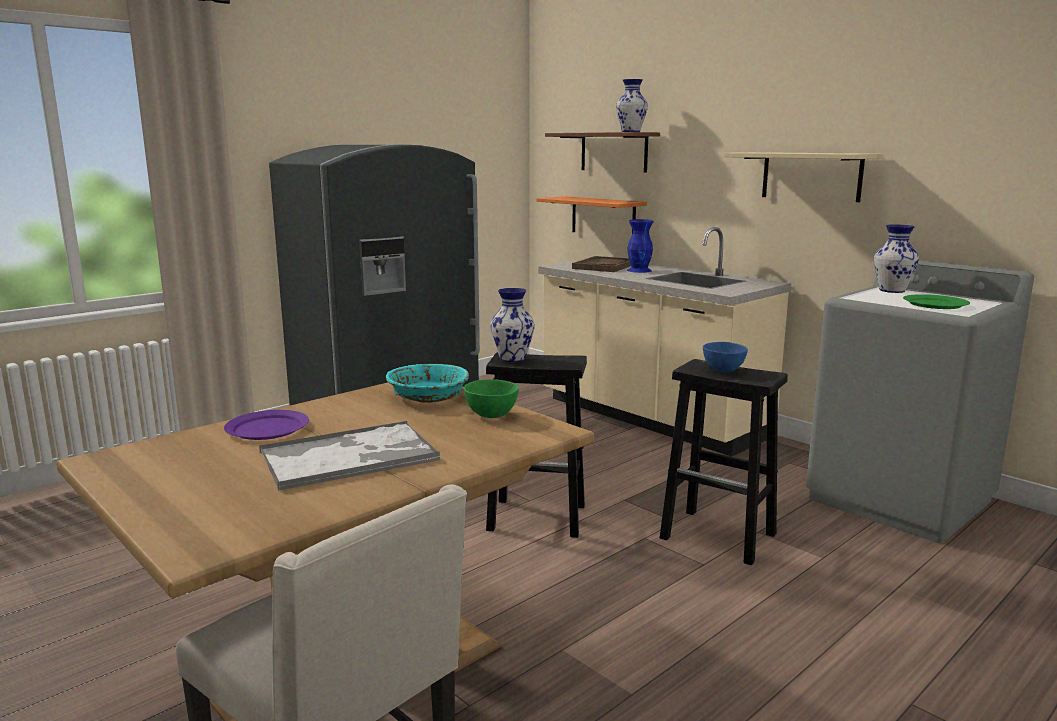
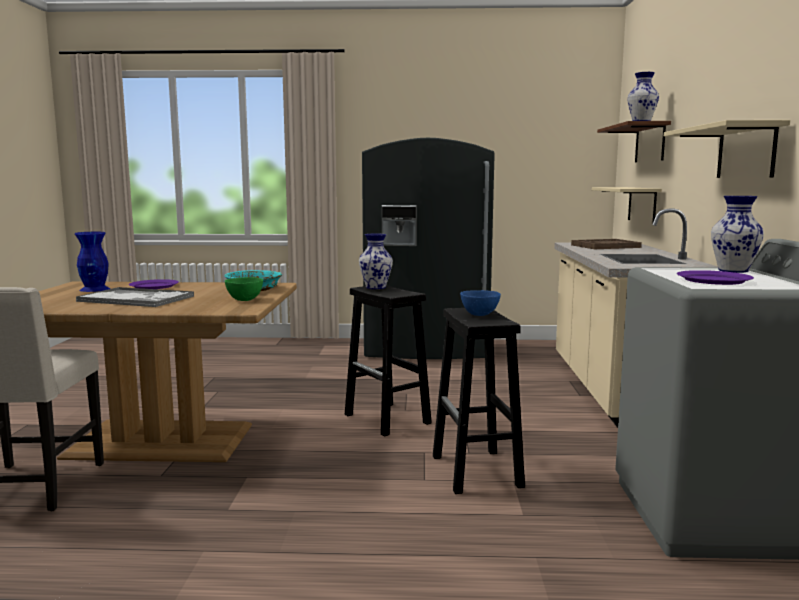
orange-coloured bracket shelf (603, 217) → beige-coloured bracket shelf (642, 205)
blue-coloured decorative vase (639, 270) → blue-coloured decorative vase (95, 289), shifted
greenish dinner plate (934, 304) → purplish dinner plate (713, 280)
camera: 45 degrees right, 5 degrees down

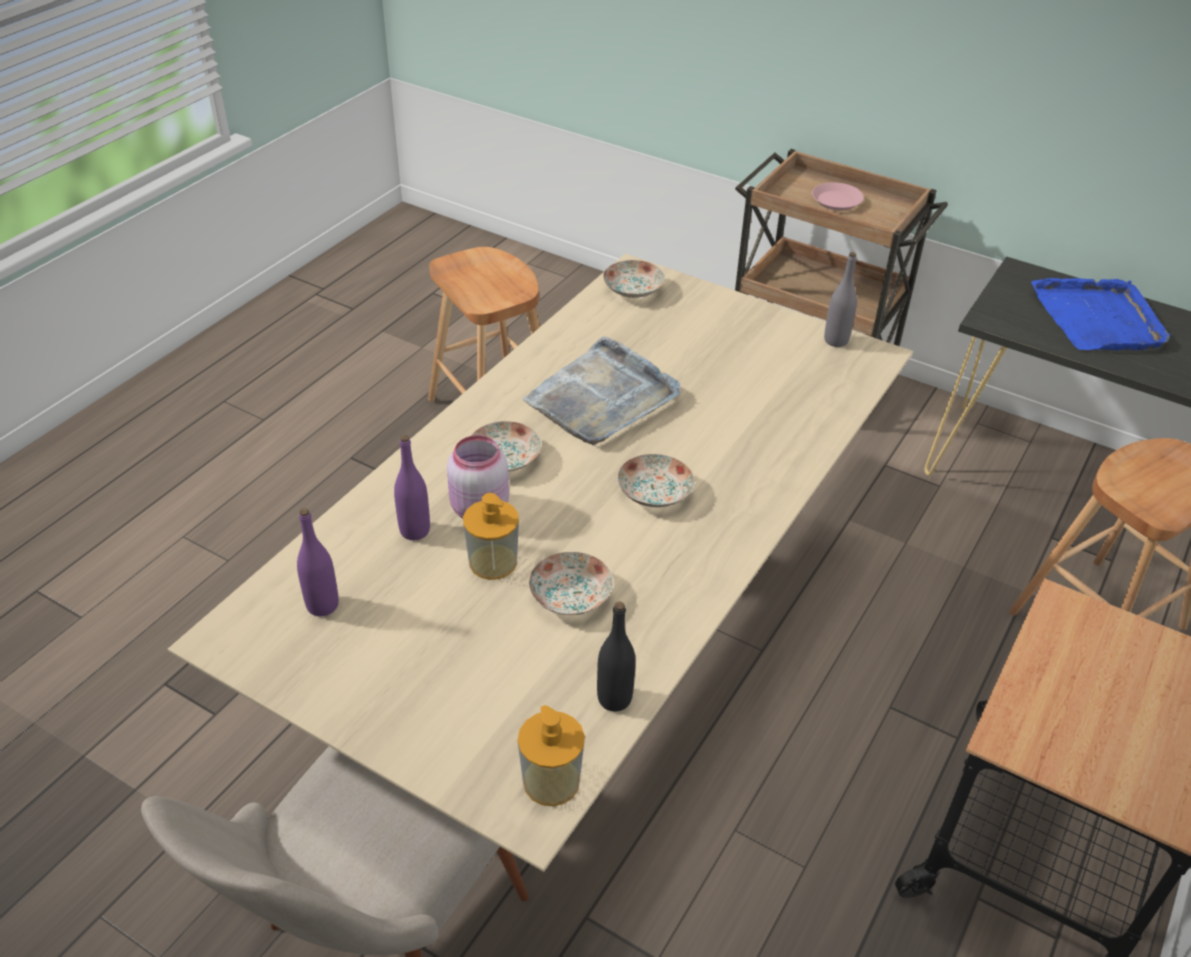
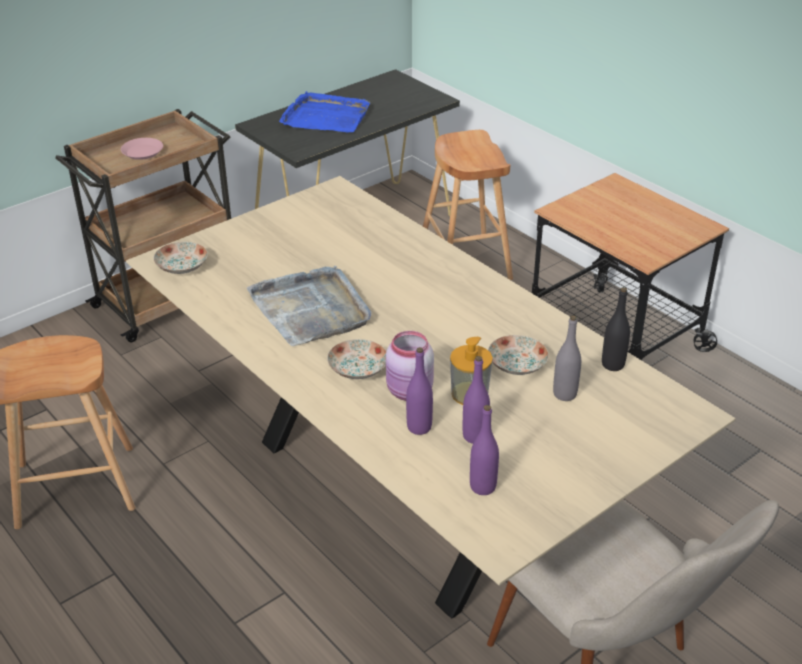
grey drink bottle (836, 340) → grey drink bottle (564, 394), shifted
dinner plate (653, 493) → -
soap dispenser (551, 781) → -
- → purplish drink bottle (475, 436)
camera: 70 degrees left, 5 degrees down

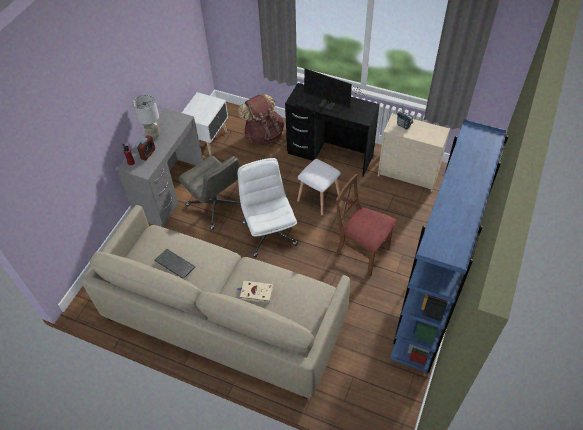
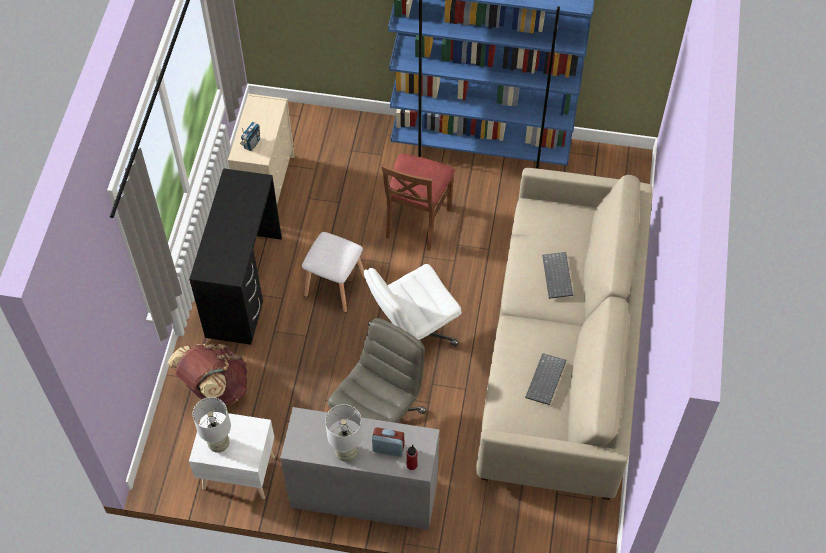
computer screen (329, 105) → -
beige-coloured bound book (255, 292) → computer keyboard (558, 276)
- → grey tabletop lamp (219, 444)
camera: 105 degrees left, 5 degrees up

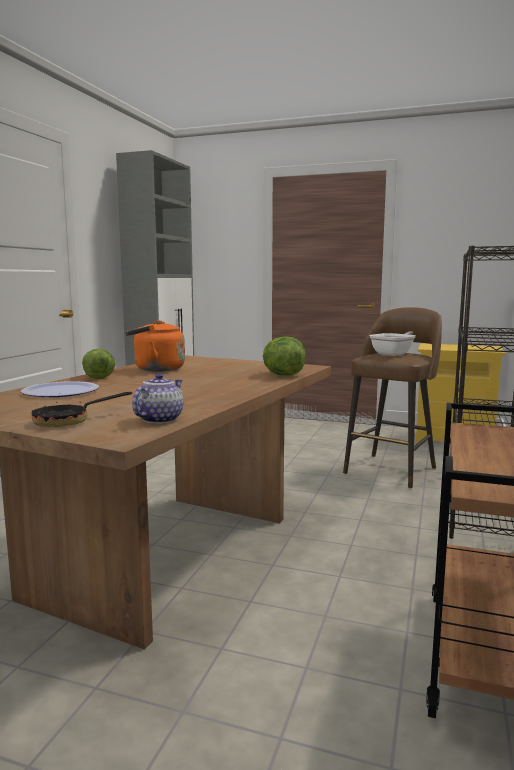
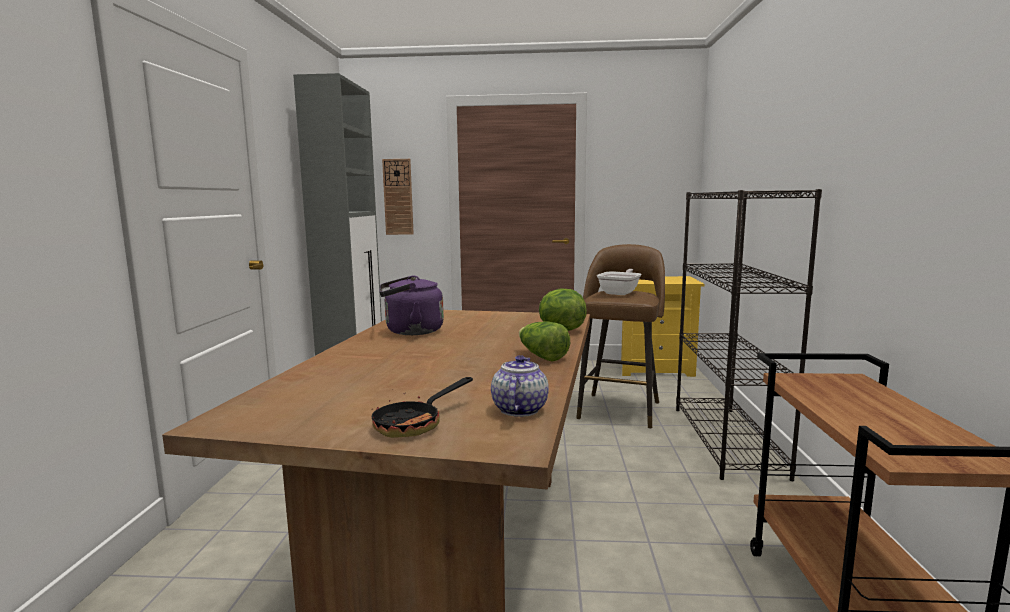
orange-coloured kettle (156, 369) → purplish kettle (410, 331)
lettuce (98, 376) → lettuce (541, 356), shifted
dinner plate (60, 392) → -
- → clock on the wall (398, 197)
camera: 15 degrees left, 0 degrees up

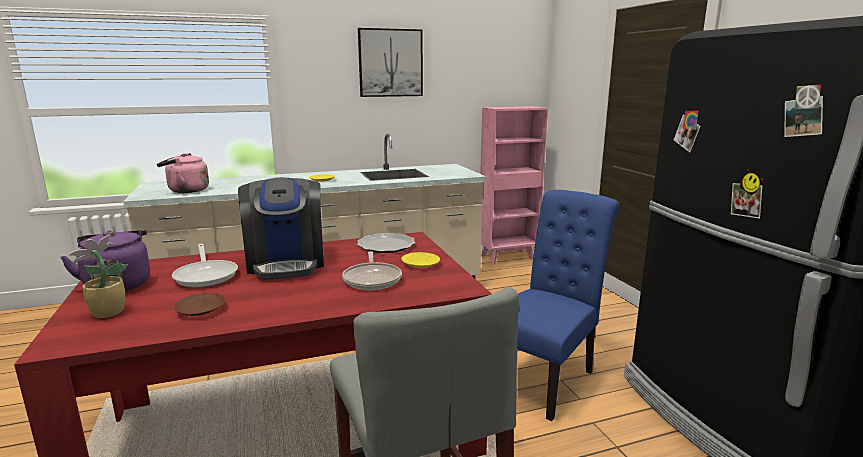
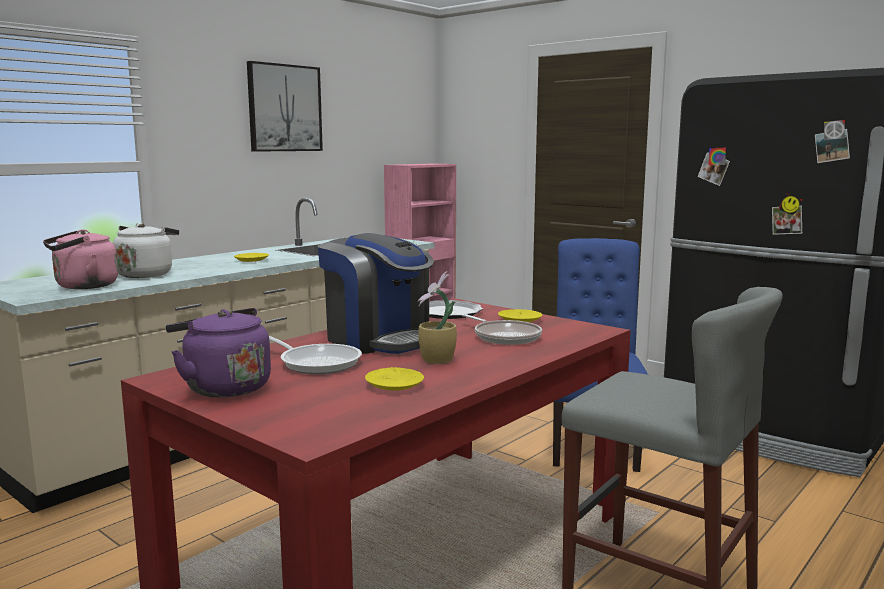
potted plant (106, 313) → potted plant (436, 360), shifted
brownish dinner plate (201, 309) → yellowish dinner plate (394, 385)
- → white-coloured kettle (146, 274)
camera: 30 degrees left, 5 degrees down

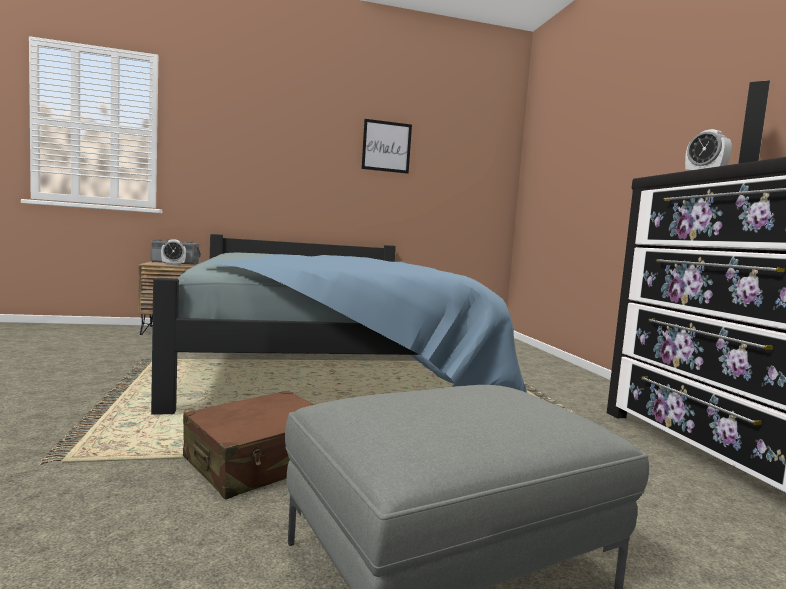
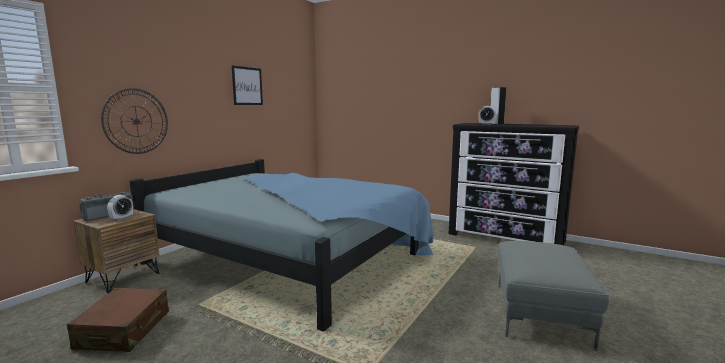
brownish suitcase (260, 462) → brownish suitcase (124, 330), shifted
- → clock on the wall (136, 121)
camera: 45 degrees left, 5 degrees up

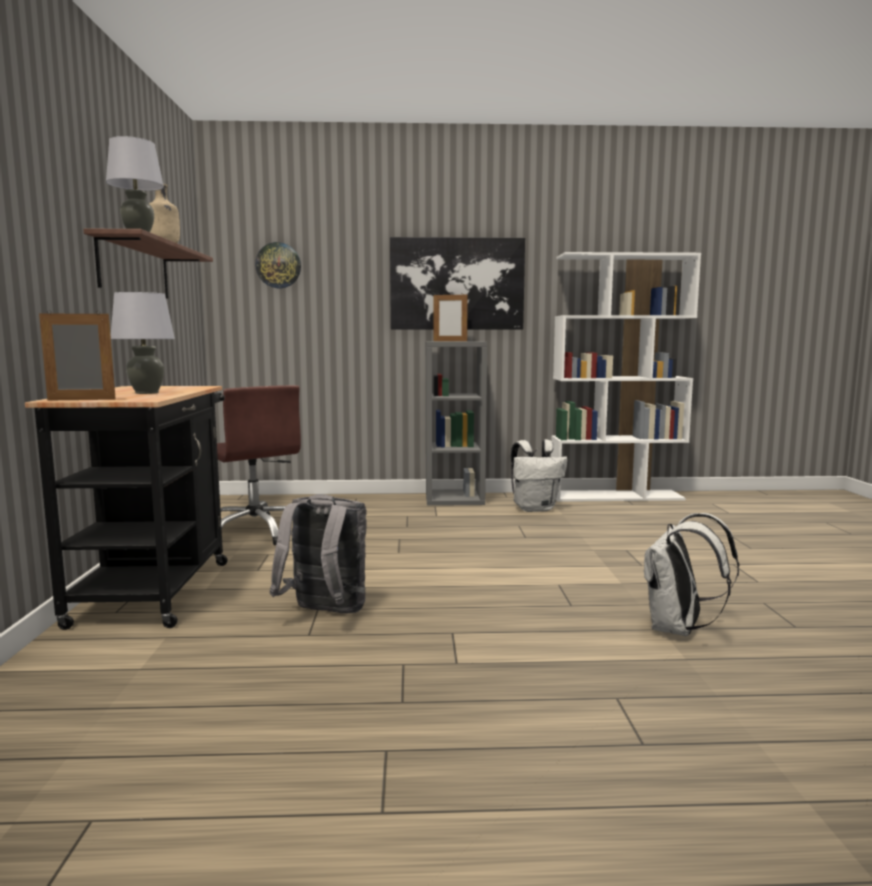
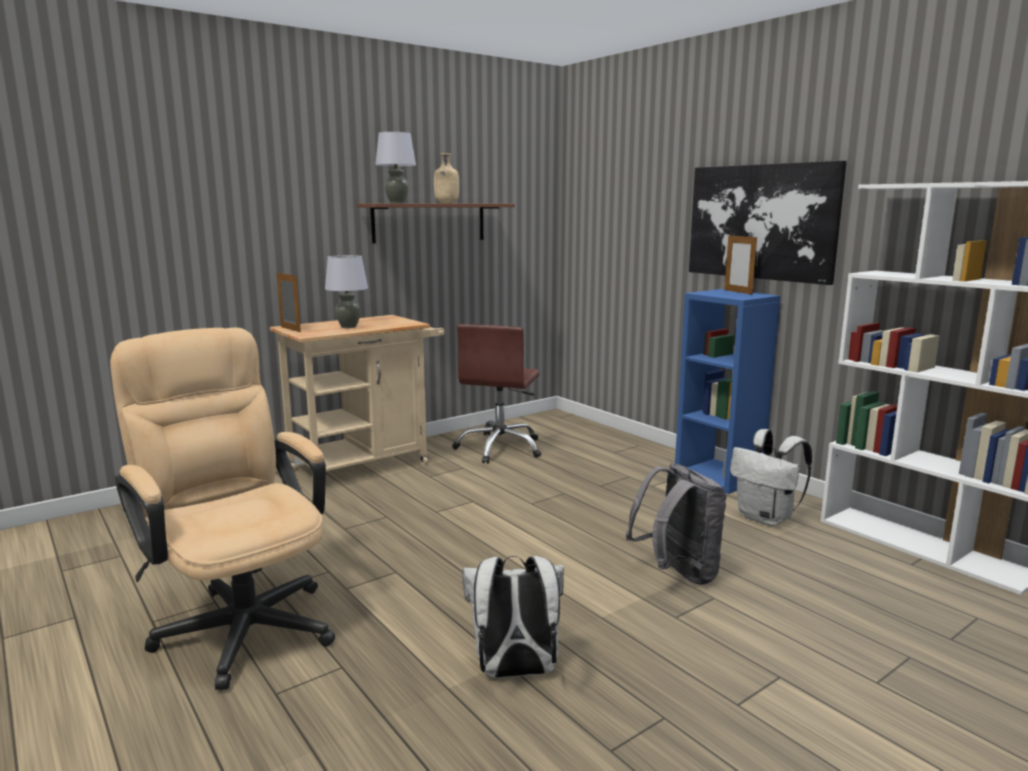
clock on the wall (278, 265) → -
grey shelving unit (455, 499) → blue-coloured shelving unit (719, 477)
black-coloured wheeled cart (156, 588) → beige-coloured wheeled cart (367, 465)
grey rucksack (325, 613) → grey rucksack (677, 574), shifted
- → beige-coloured office chair (240, 621)
camera: 55 degrees right, 5 degrees up

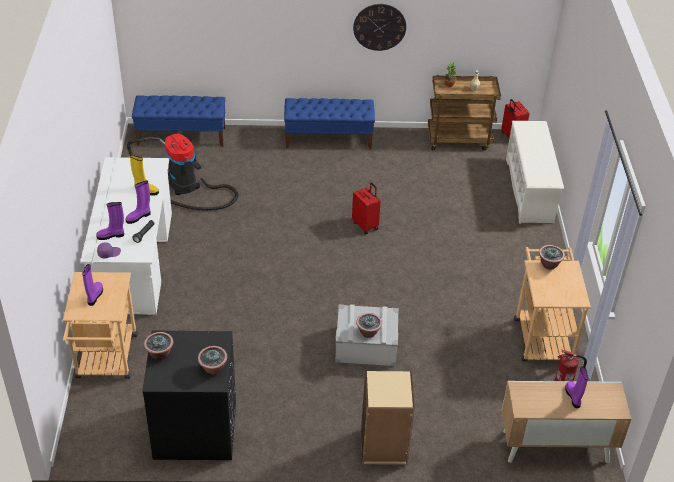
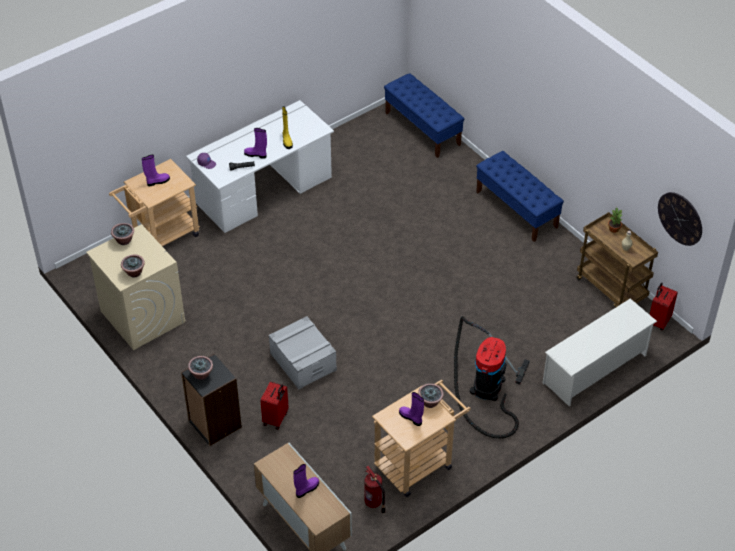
clock on the wall (379, 27) → clock on the wall (680, 218), shifted
vacuum cleaner (185, 186) → vacuum cleaner (487, 389), shifted
red-coloured suitcase (365, 225) → red-coloured suitcase (276, 419), shifted
purplish boot (111, 235) → purplish boot (411, 418), shifted
potted plant (368, 332) → potted plant (201, 374), shifted
black-coloured laundry machine (194, 429) → beige-coloured laundry machine (142, 316)
beige-coloured shelving unit (383, 447) → black-coloured shelving unit (214, 424)
camera: 55 degrees right, 5 degrees up

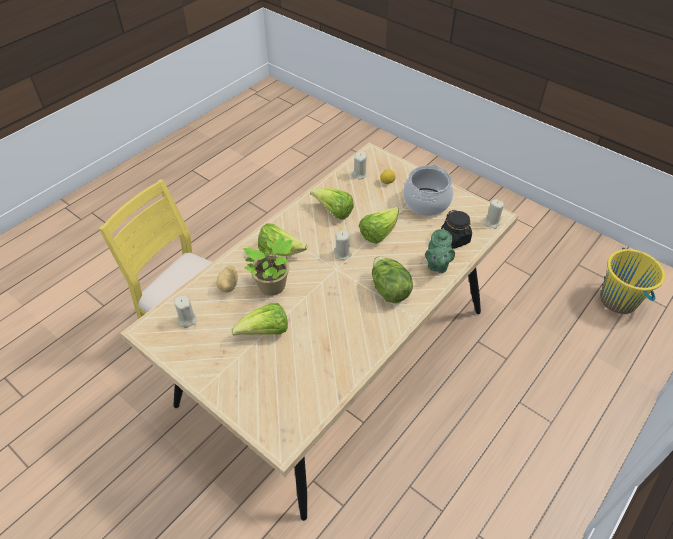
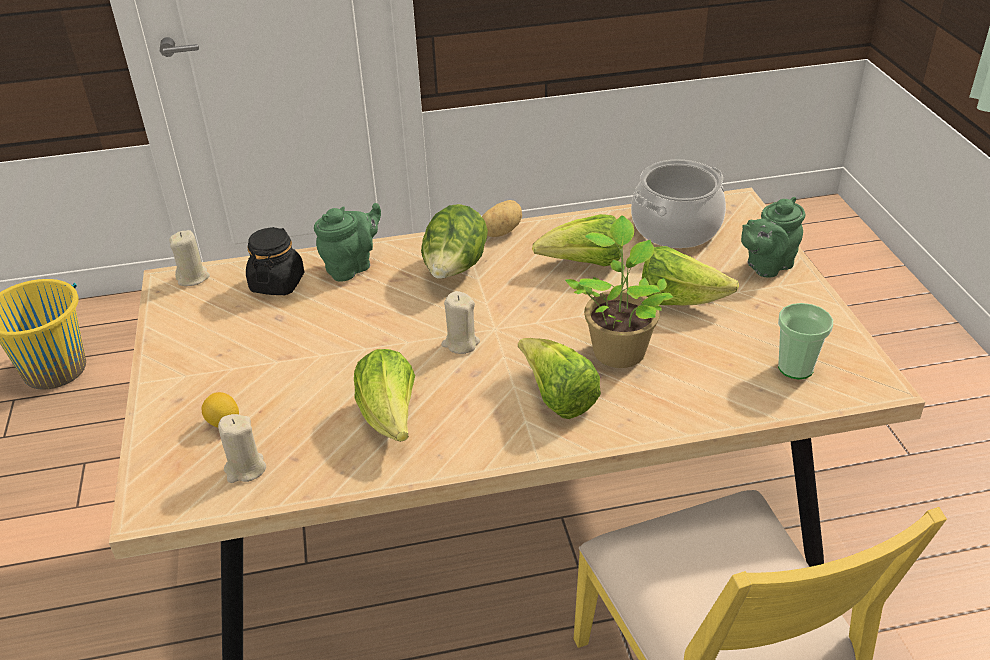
saucepot (427, 202) → saucepot (675, 227), shifted
lettuce (378, 233) → lettuce (584, 264), shifted
whole potato (229, 285) → whole potato (500, 232), shifted
beige-coloured candle (187, 320) → cup (795, 368)
- → greenish teapot (766, 266)
camera: 140 degrees left, 10 degrees down

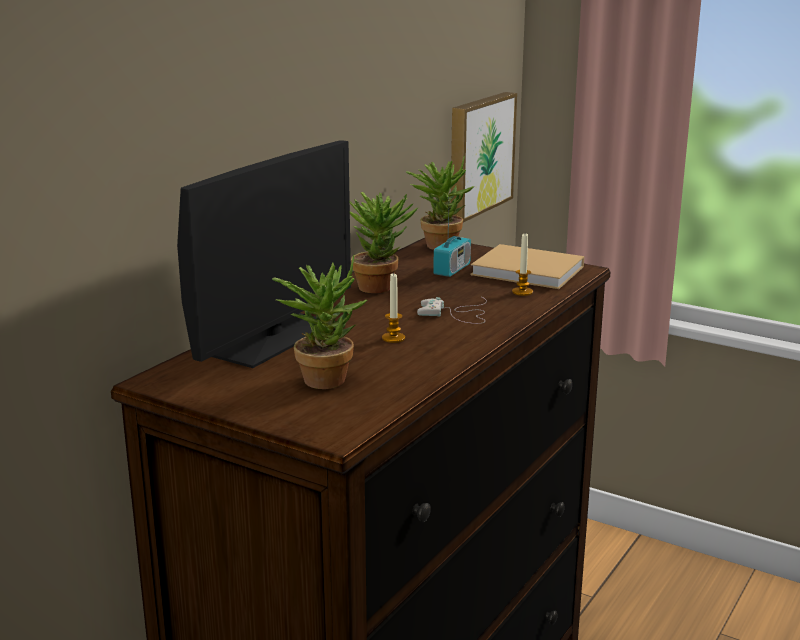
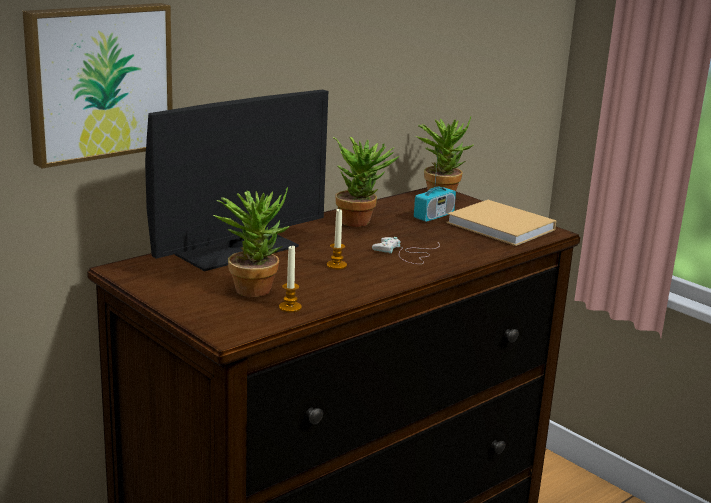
picture (478, 155) → picture (98, 81), shifted
candle (522, 292) → candle (290, 307), shifted
camera: 15 degrees right, 0 degrees up

